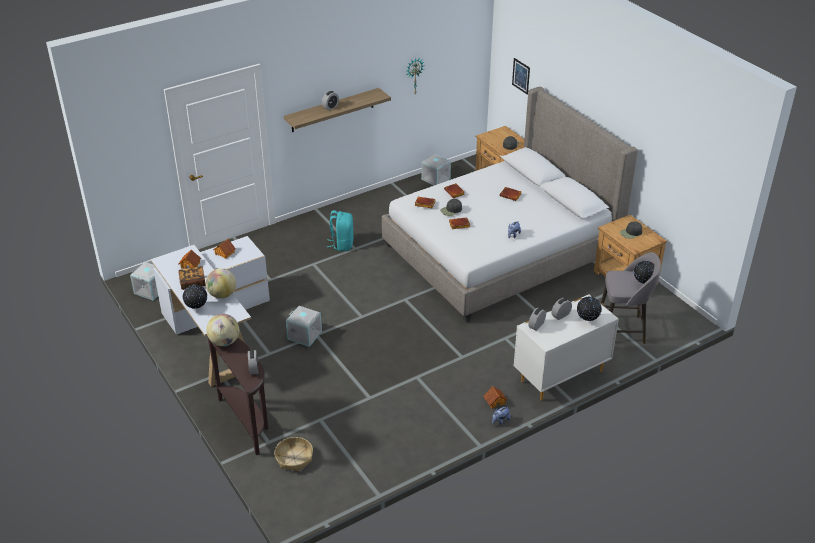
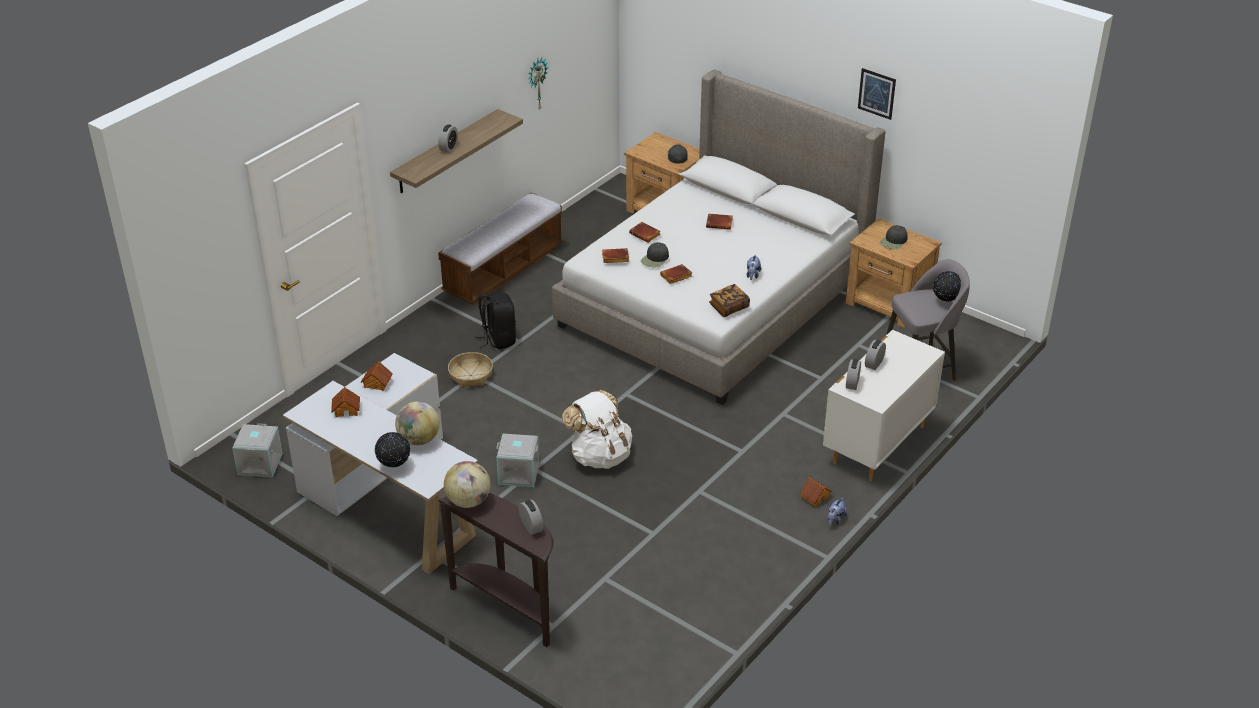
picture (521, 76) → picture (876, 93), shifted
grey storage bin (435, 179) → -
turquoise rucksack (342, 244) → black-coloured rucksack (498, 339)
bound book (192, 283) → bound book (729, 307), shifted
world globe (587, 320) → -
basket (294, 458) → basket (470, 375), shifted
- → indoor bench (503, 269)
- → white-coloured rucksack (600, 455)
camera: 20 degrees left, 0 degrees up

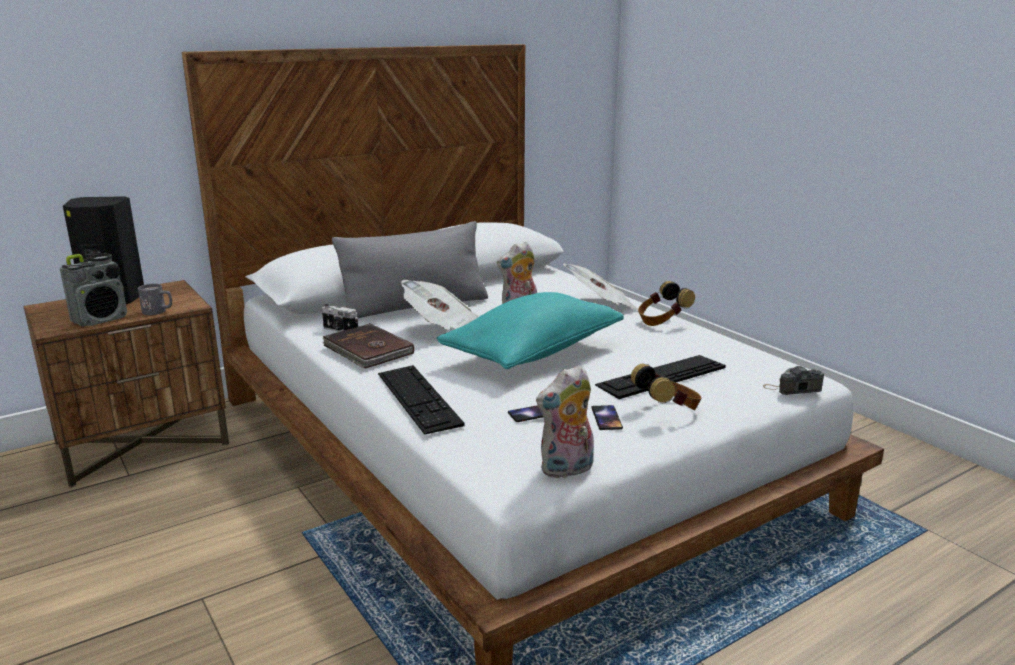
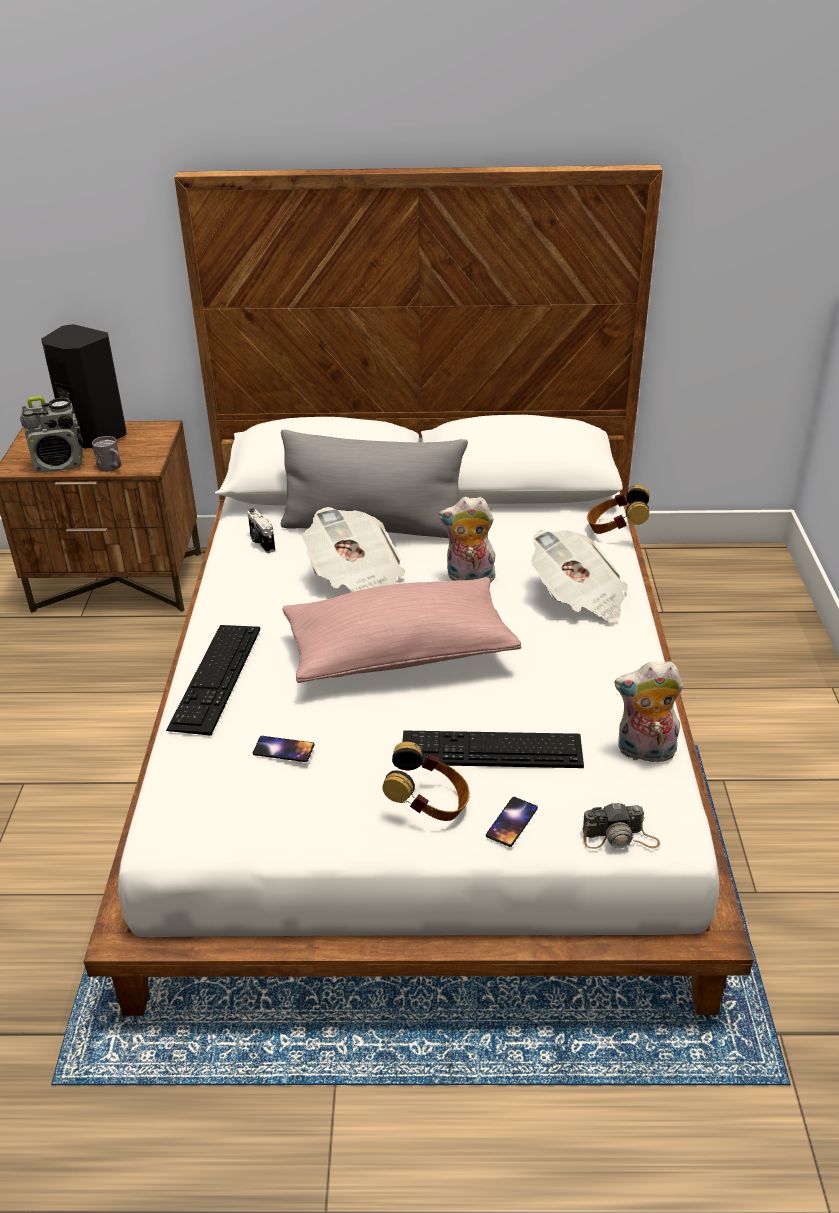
headset (662, 321) → headset (615, 530), shifted
turquoise cushion (533, 352) → pink-coloured cushion (399, 653)
brownish bound book (367, 350) → -
soft toy (567, 470) → soft toy (644, 752), shifted
still camera (792, 388) → still camera (620, 837), 150 degrees clockwise
handset (606, 418) → handset (512, 822), shifted
camera: 35 degrees right, 15 degrees up

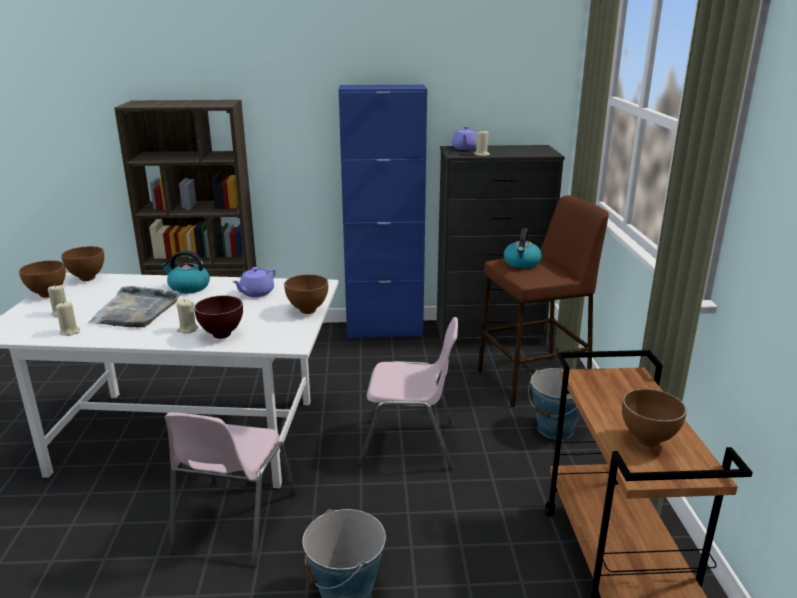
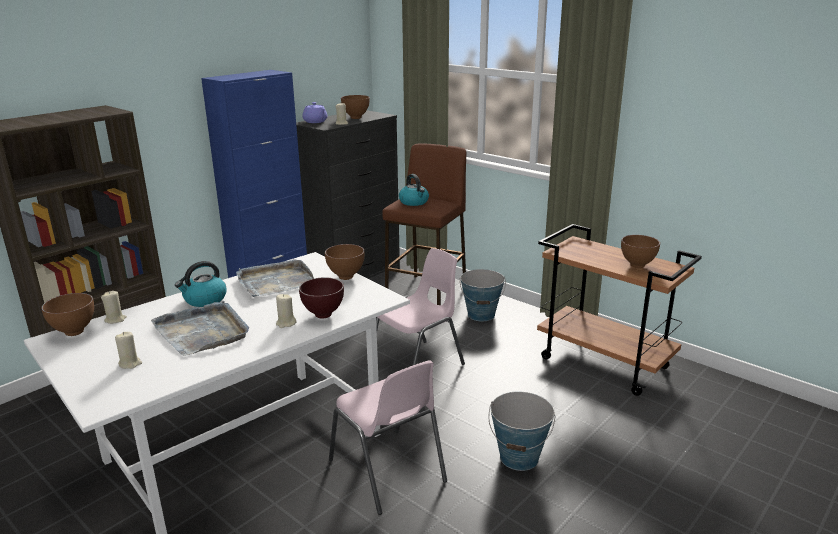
brownish deep dish (48, 295) → brownish deep dish (356, 118), shifted
purplish teapot (256, 293) → grey carrying tray (275, 282)
beige-coloured candle (70, 332) → beige-coloured candle (115, 319), shifted
camera: 45 degrees left, 0 degrees up

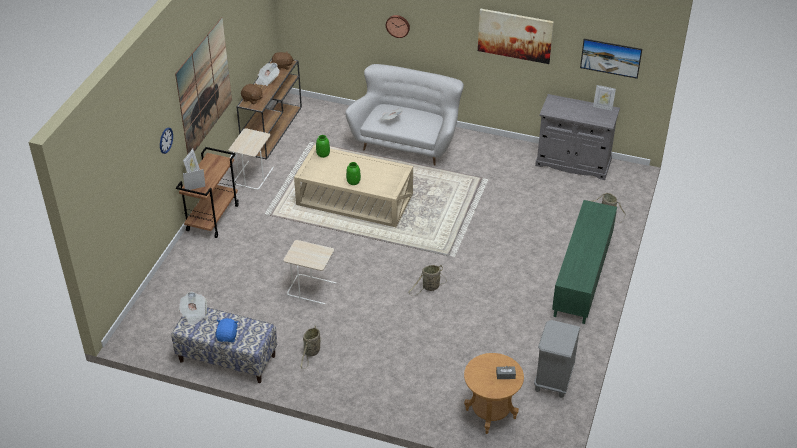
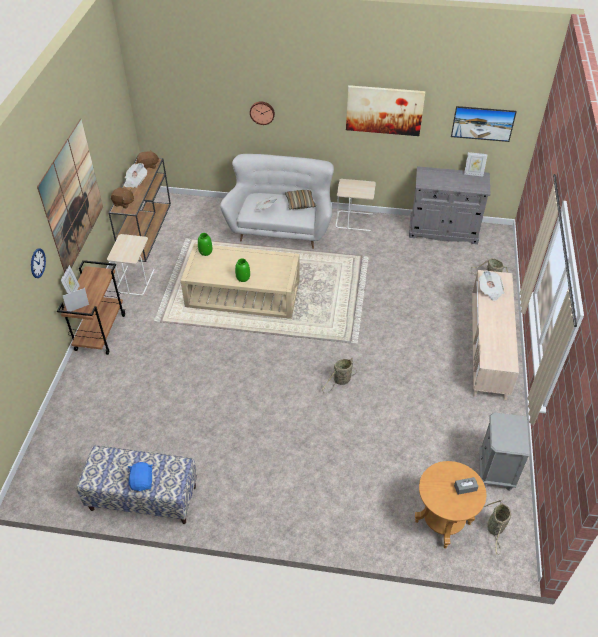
greenish tv stand (582, 276) → beige-coloured tv stand (488, 347)
beige-coloured accent table (312, 289) → beige-coloured accent table (354, 221), shifted
printed paper (194, 314) → printed paper (490, 291), shifted
basket (311, 352) → basket (495, 529), shifted
- → cushion (300, 203)
camera: 10 degrees left, 5 degrees up

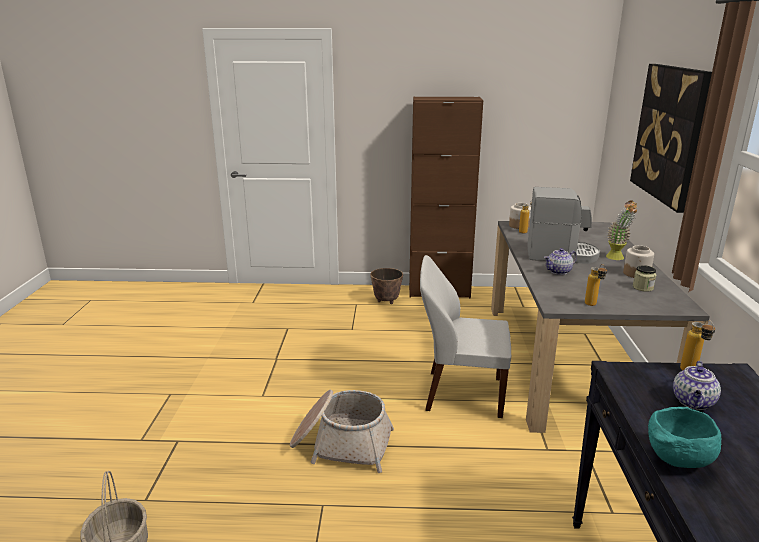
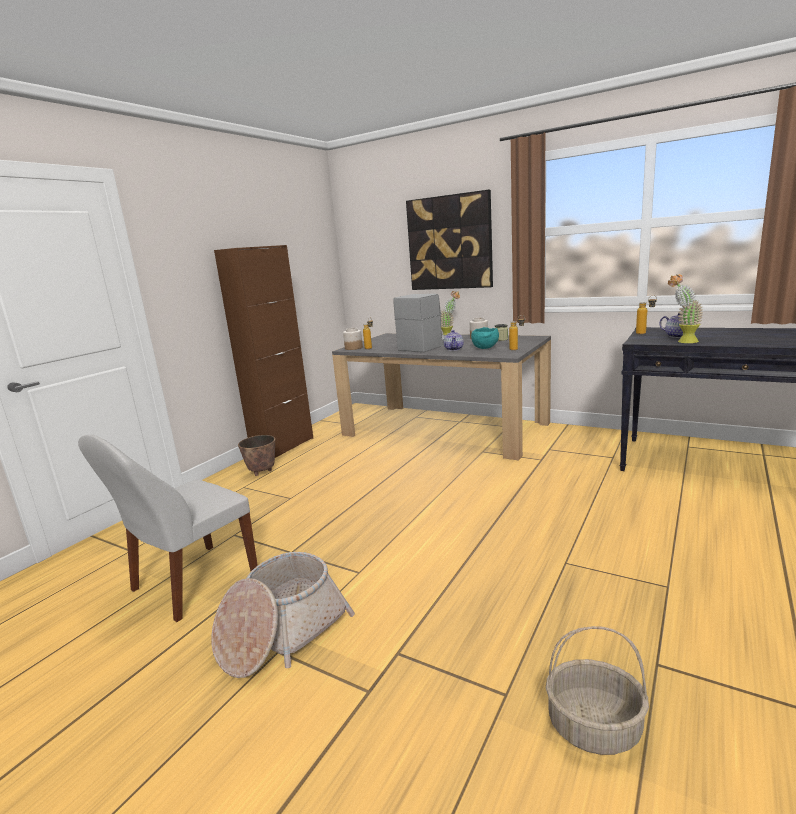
white-coloured upright chair (461, 393) → white-coloured upright chair (191, 582), shifted
basket (341, 444) → basket (281, 632), shifted
turquoise deep dish (677, 460) → turquoise deep dish (485, 348), shifted
- → potted plant (682, 341)
camera: 60 degrees left, 5 degrees down

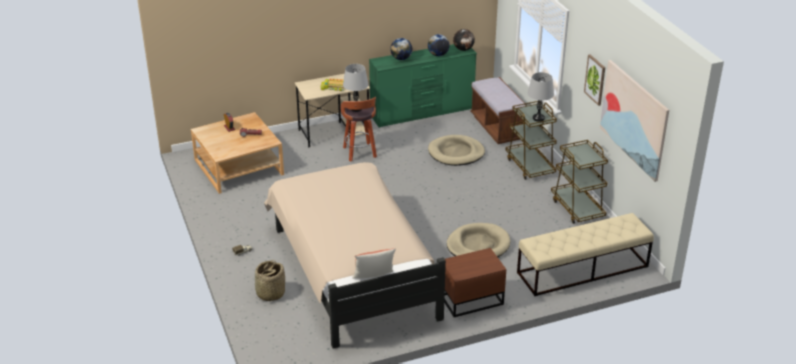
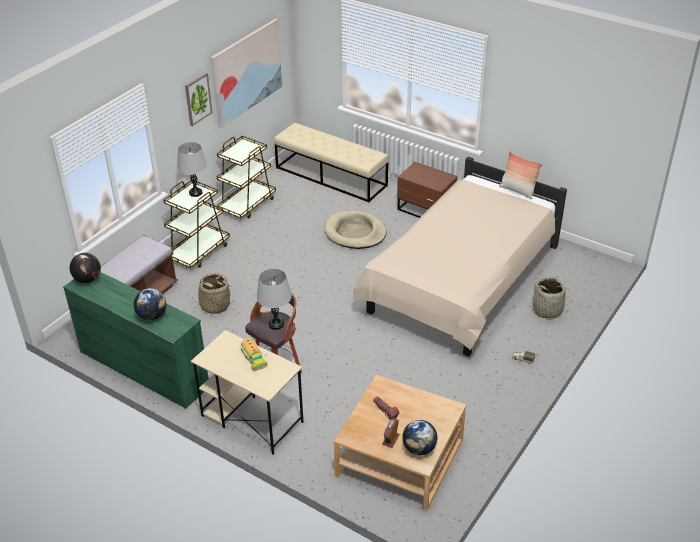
world globe (438, 55) → world globe (419, 449), shifted
beige-coloured pet bed (456, 153) → basket (215, 305)
camera: 125 degrees left, 5 degrees up

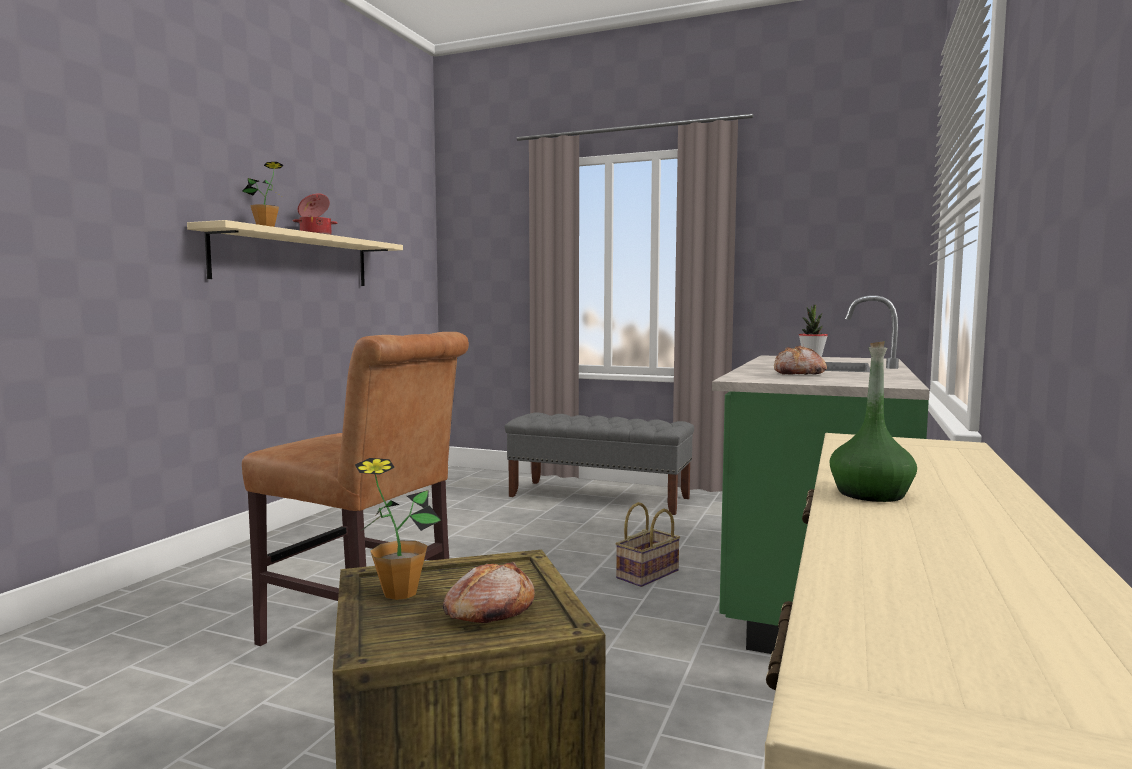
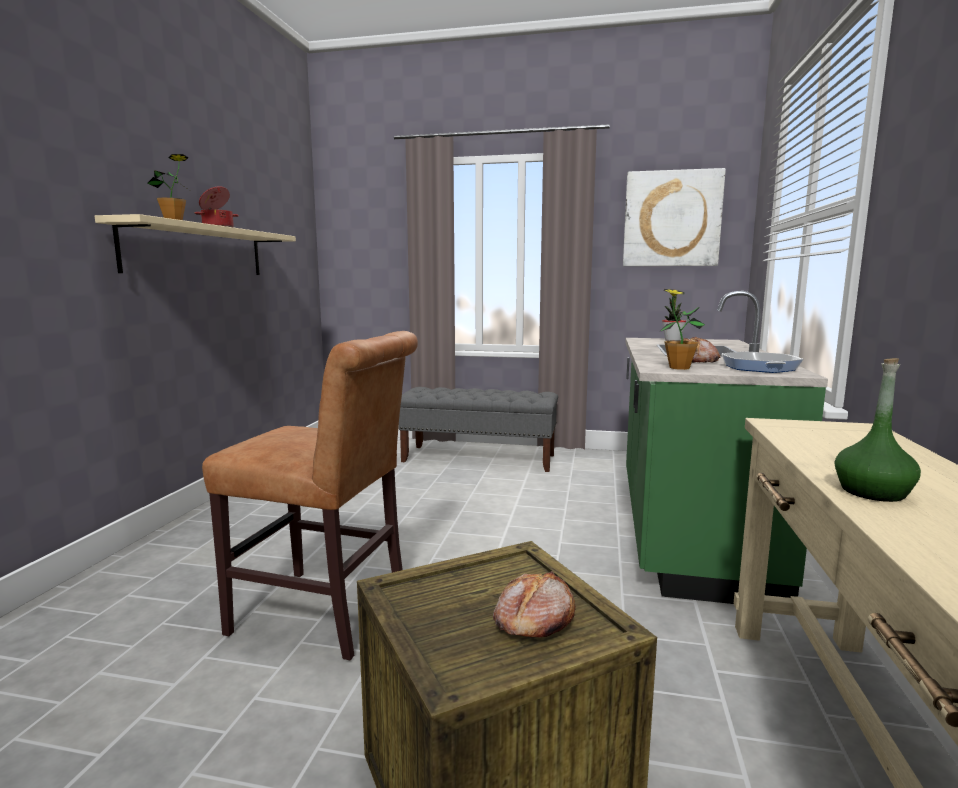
potted plant (400, 593) → potted plant (679, 368), shifted
basket (647, 575) → -
- → picture (672, 219)
- → pan (759, 368)
camera: 10 degrees left, 5 degrees up

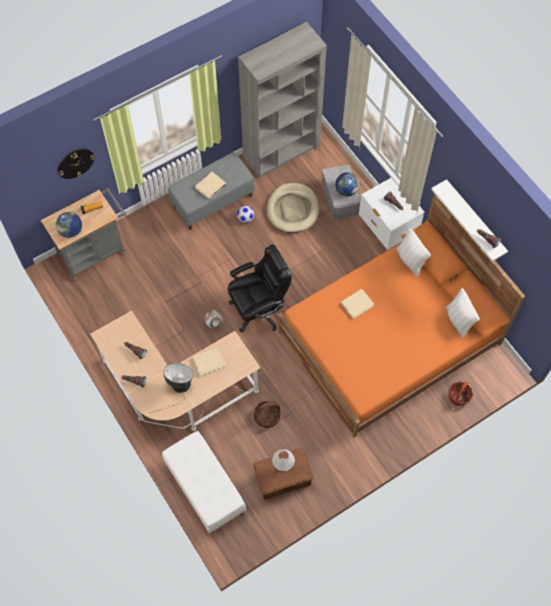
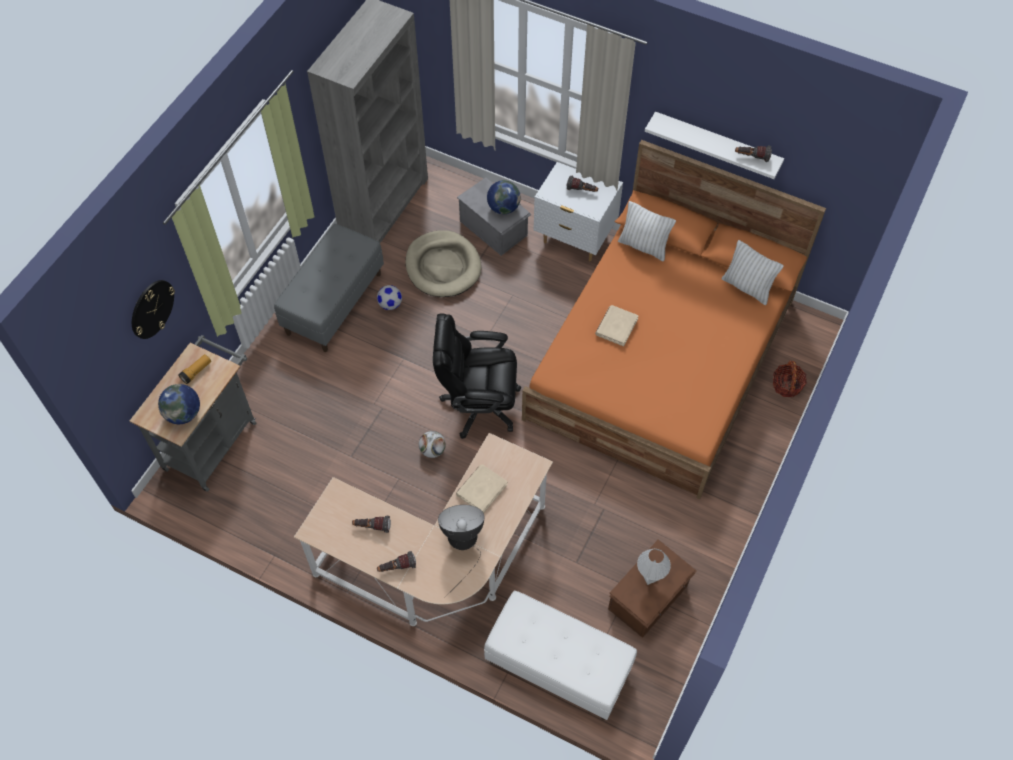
beige-coloured bound book (211, 186) → -
black-coloured office chair (259, 309) → black-coloured office chair (479, 404), 120 degrees counterclockwise
basket (267, 417) → -
camera: 30 degrees left, 5 degrees down

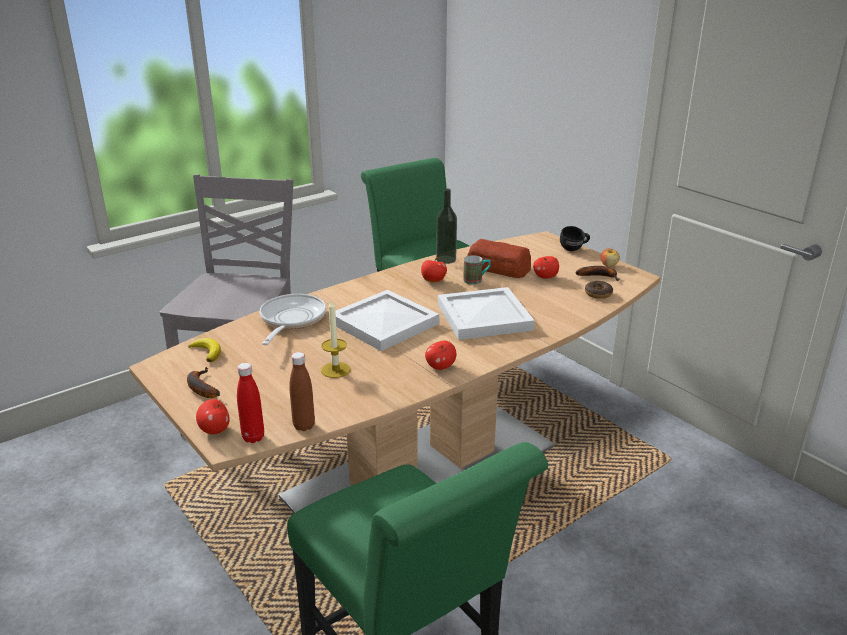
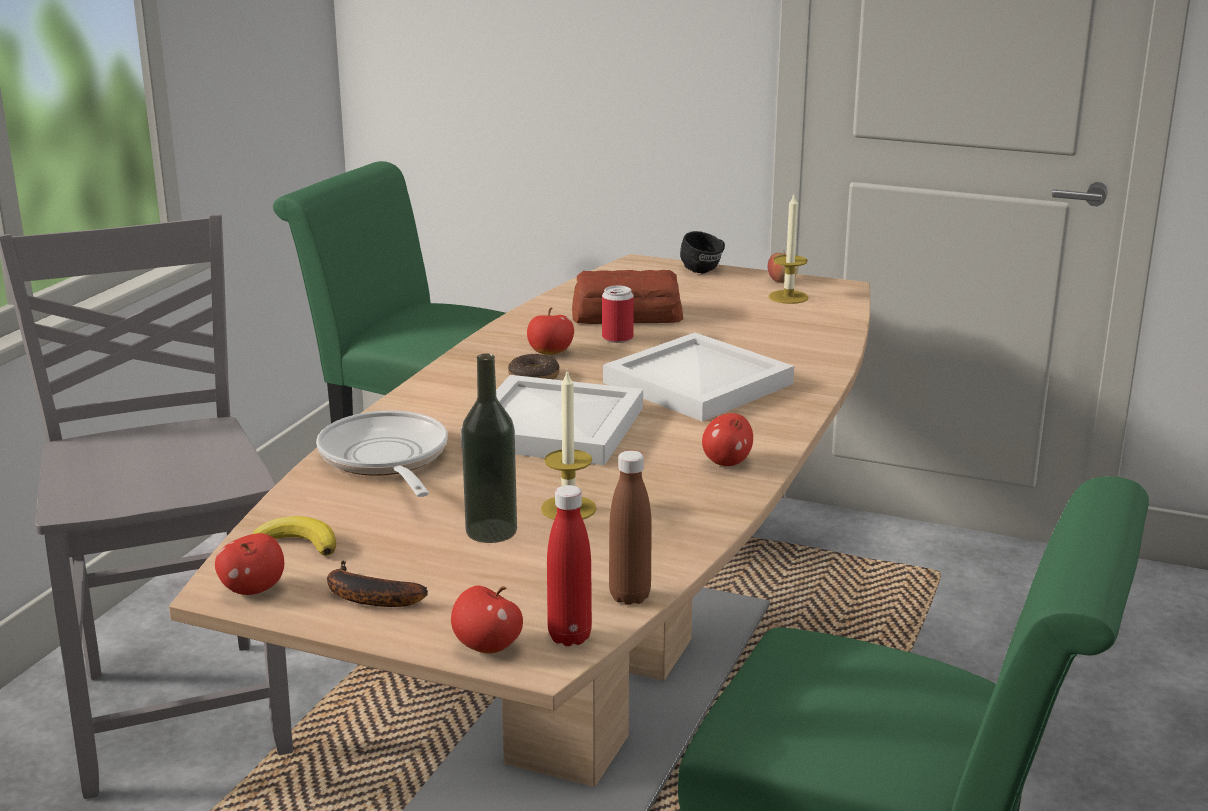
drink bottle (446, 259) → drink bottle (491, 531), shifted
mug (476, 280) → metal can (617, 338)
whole apple (545, 277) → whole apple (253, 589), shifted
banana fruit (599, 276) → candle (788, 297)
doughnut (598, 294) → doughnut (534, 377), shifted
camera: 30 degrees left, 5 degrees down

